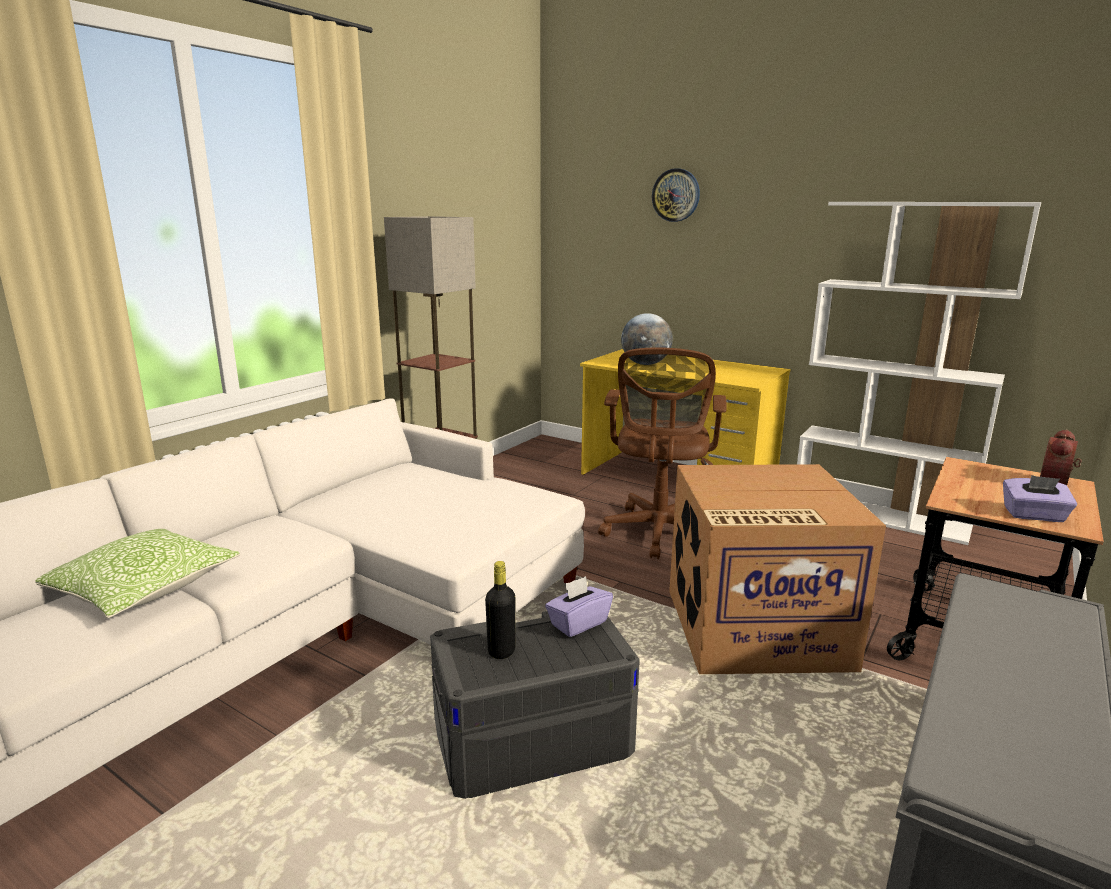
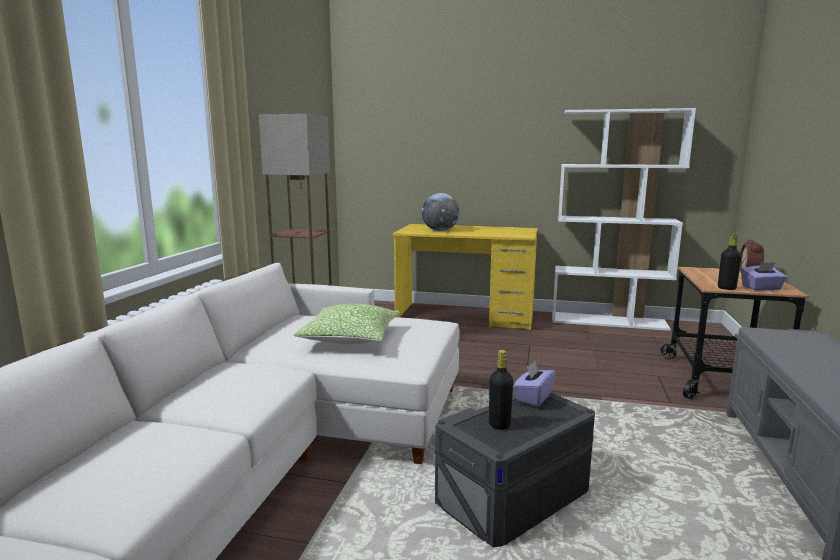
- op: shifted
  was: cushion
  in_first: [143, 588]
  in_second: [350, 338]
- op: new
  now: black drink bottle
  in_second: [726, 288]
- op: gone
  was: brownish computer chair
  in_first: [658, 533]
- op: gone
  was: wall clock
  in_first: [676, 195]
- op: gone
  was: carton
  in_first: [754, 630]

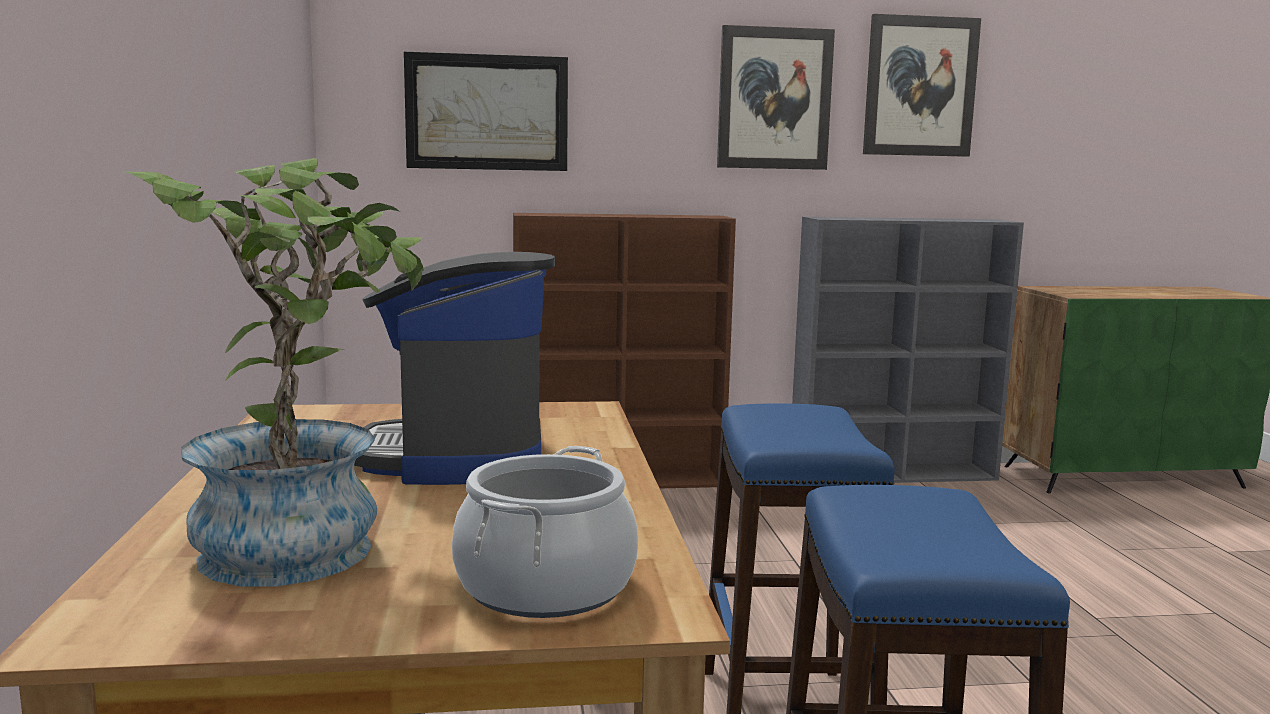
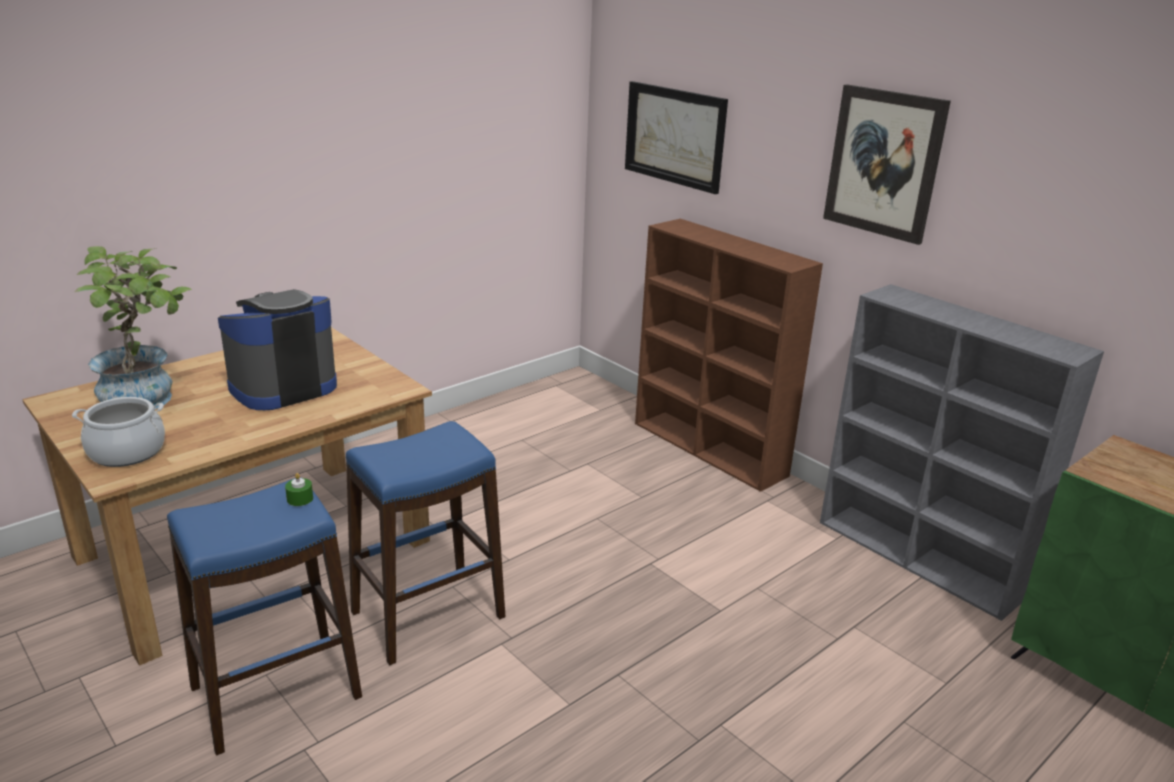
- op: new
  now: green-coloured candle
  in_second: [300, 499]
- op: gone
  was: picture
  in_first: [920, 87]

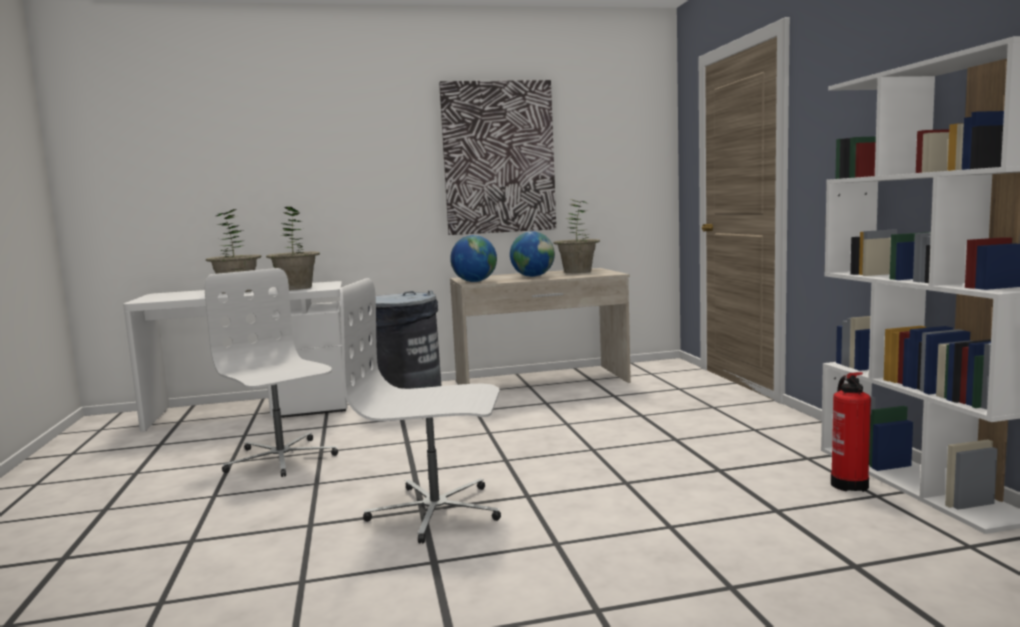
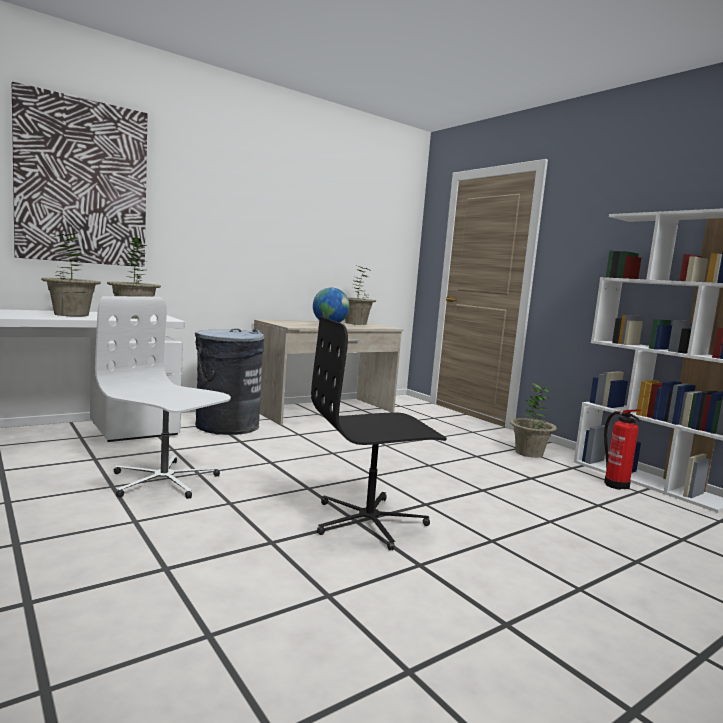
- op: shifted
  was: picture
  in_first: [498, 157]
  in_second: [83, 182]
- op: repainted
  was: white-coloured computer chair
  now: black computer chair
  in_first: [436, 511]
  in_second: [369, 522]
- op: new
  now: houseplant
  in_second: [529, 453]
- op: gone
  was: desk globe
  in_first: [474, 282]

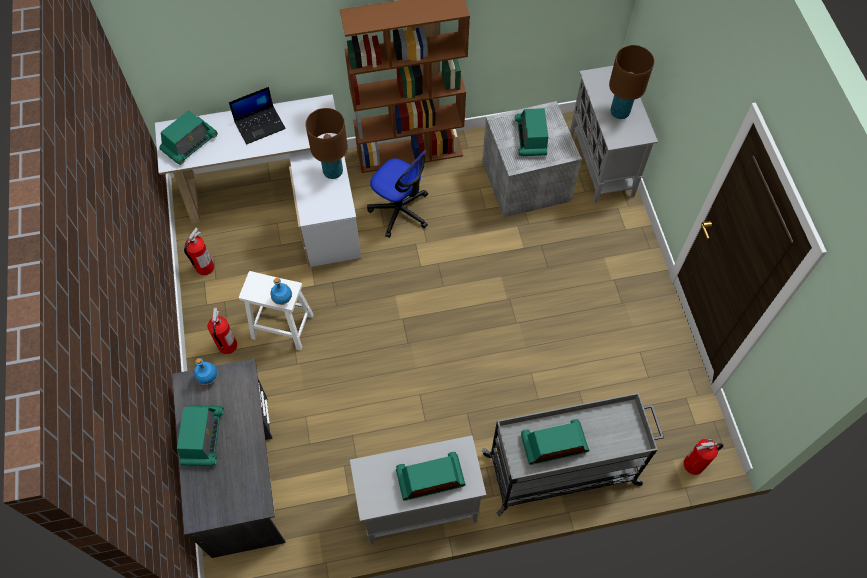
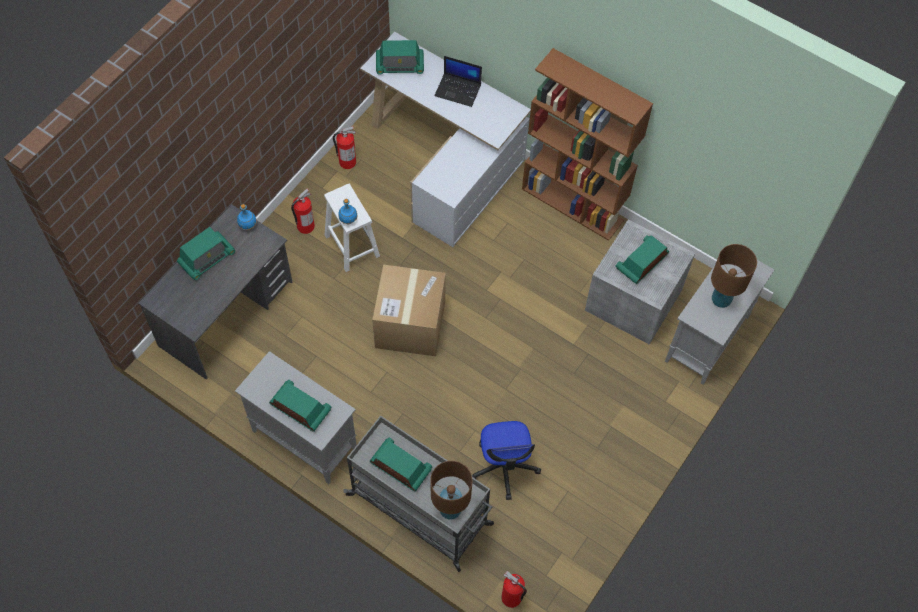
- op: new
  now: carton
  in_second: [410, 325]
- op: shifted
  was: brownish table lamp
  in_first: [333, 171]
  in_second: [450, 509]
- op: shifted
  was: computer chair
  in_first: [400, 211]
  in_second: [504, 467]

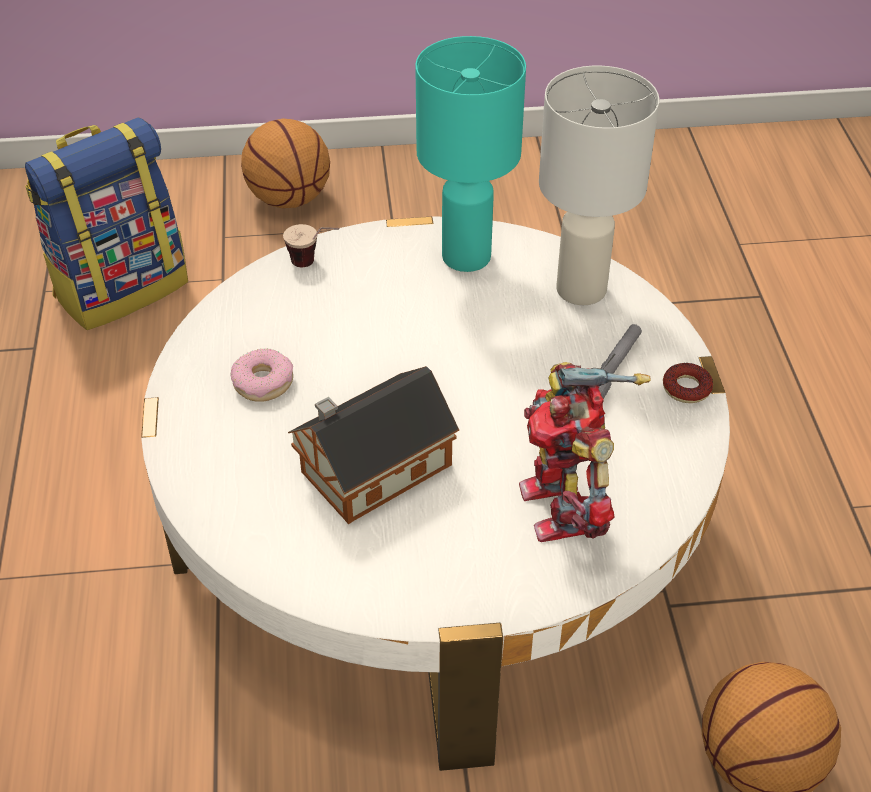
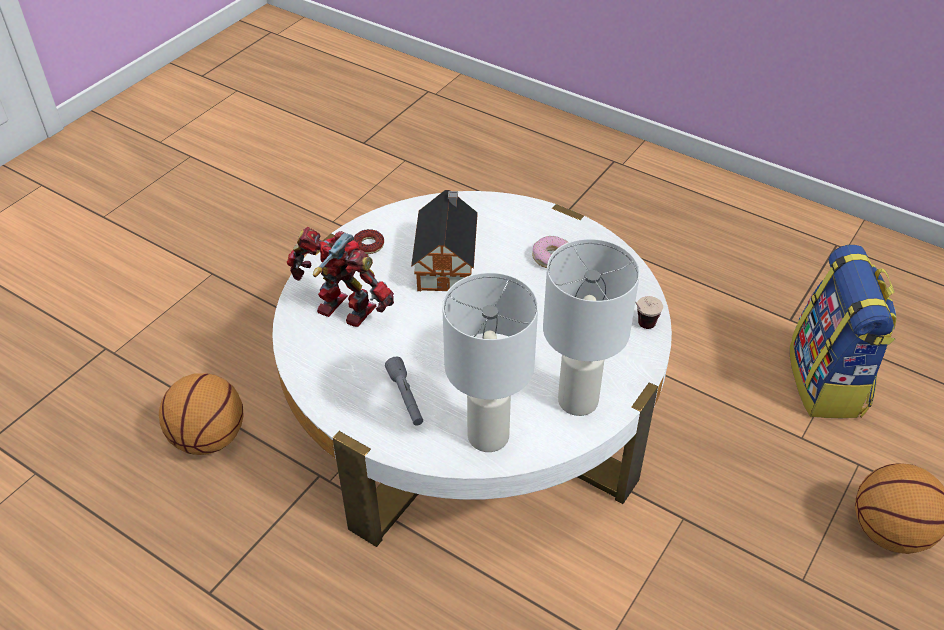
- op: shifted
  was: doughnut
  in_first: [686, 388]
  in_second: [368, 245]
- op: repainted
  was: blue-green table lamp
  now: white-coloured table lamp
  in_first: [468, 256]
  in_second: [577, 401]

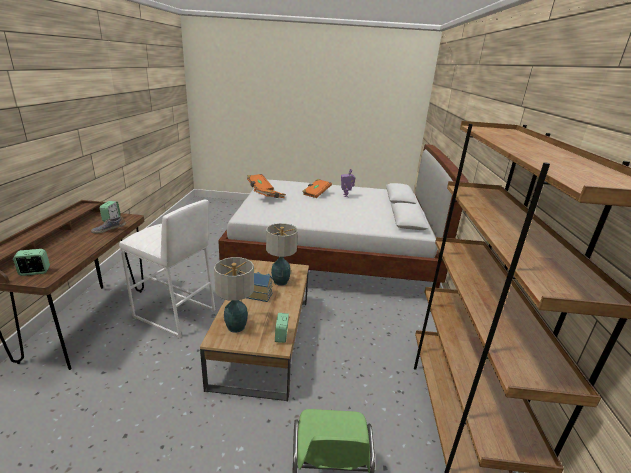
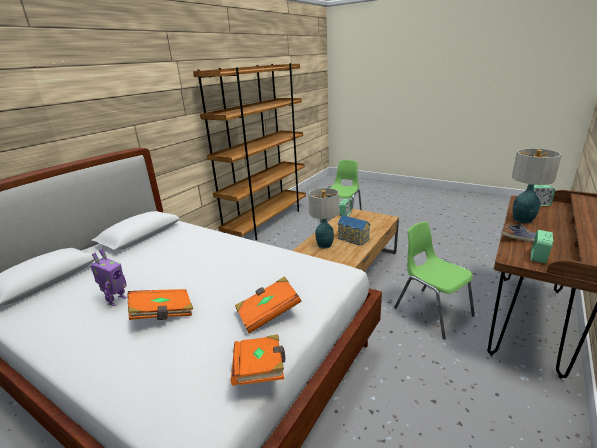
- op: swapped
  was: white-coloured stool
  now: green-coloured plain chair
  in_first: [174, 314]
  in_second: [432, 311]
- op: shifted
  was: table lamp
  in_first: [236, 327]
  in_second: [522, 219]

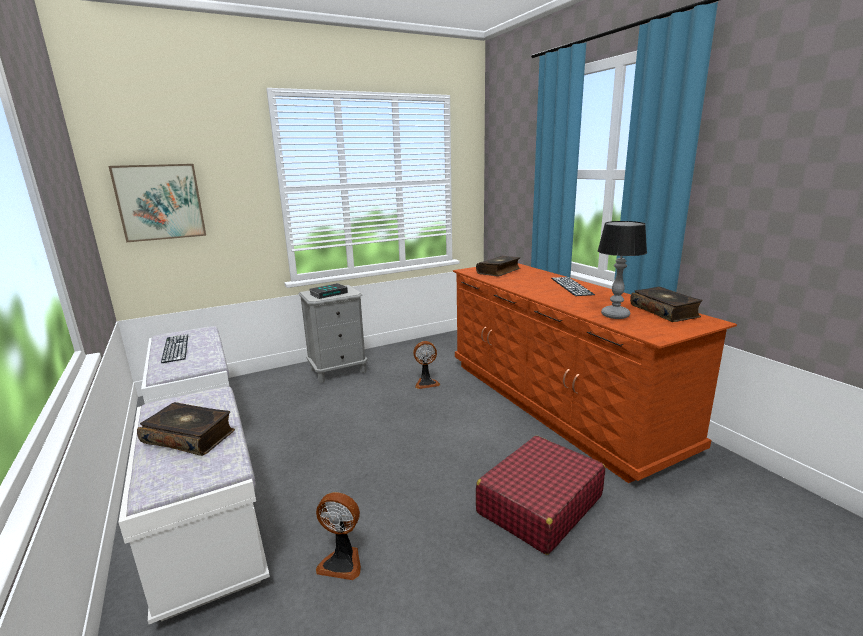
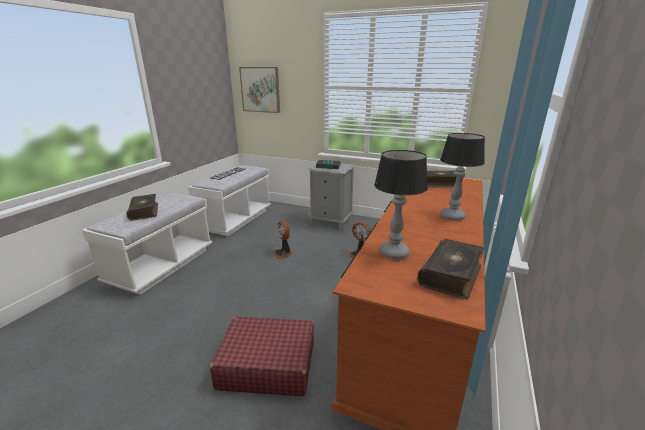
- op: shifted
  was: fan
  in_first: [342, 562]
  in_second: [283, 253]
- op: swapped
  was: PC keyboard
  now: table lamp
  in_first: [571, 286]
  in_second: [452, 216]

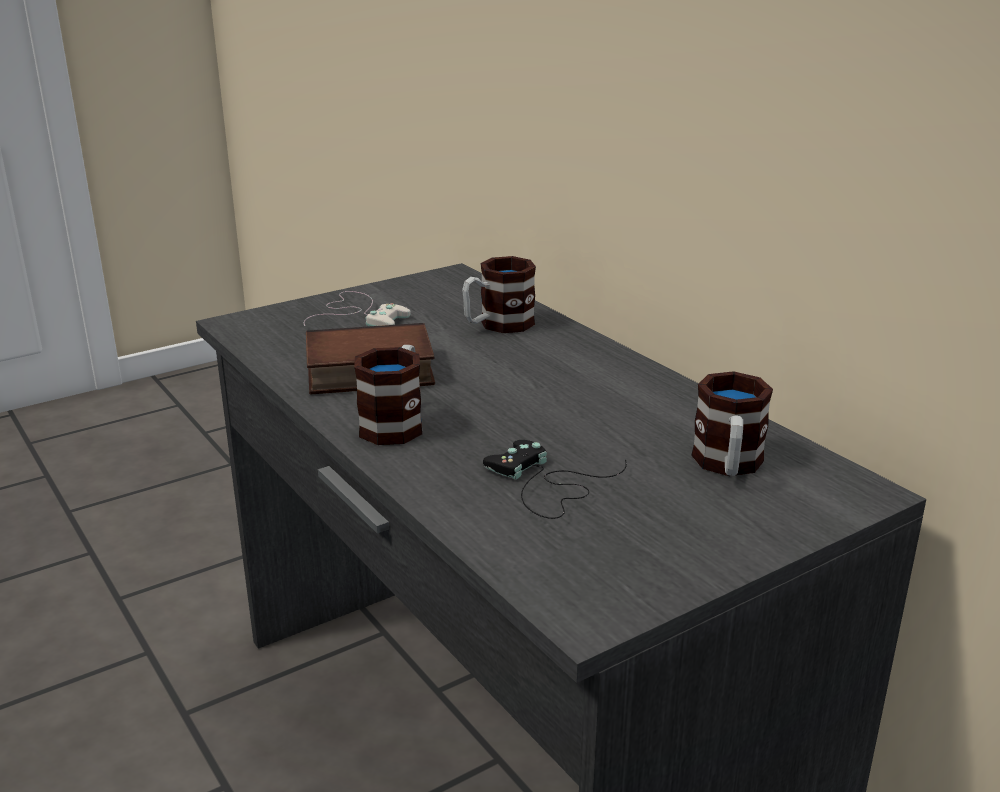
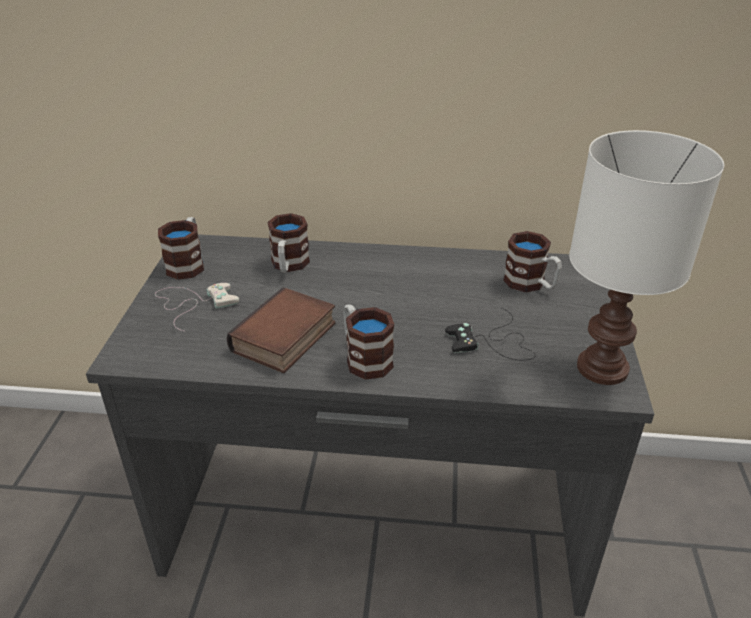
- op: new
  now: mug
  in_second: [188, 263]
- op: new
  now: white-coloured table lamp
  in_second: [600, 368]

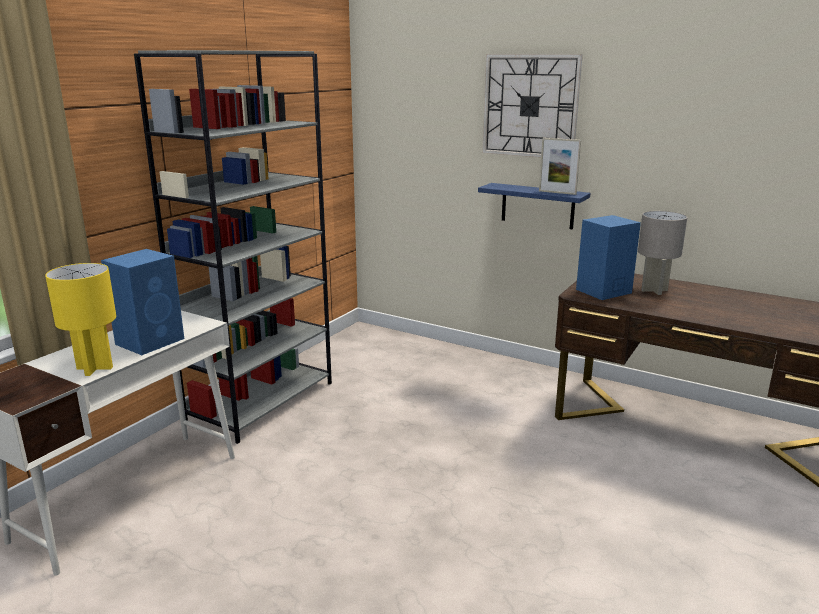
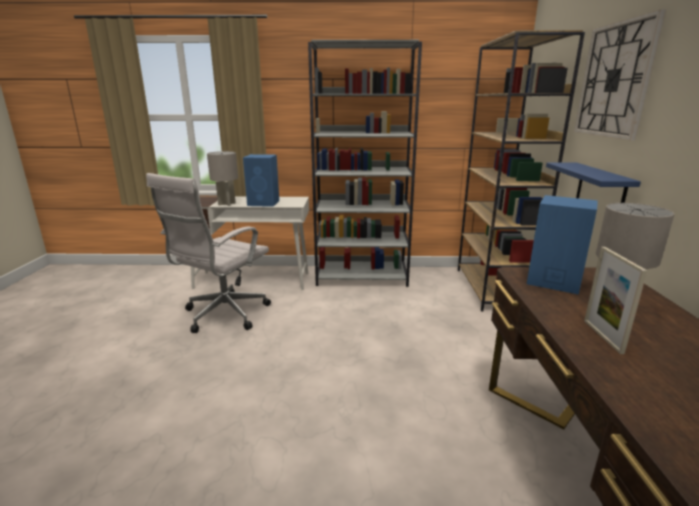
- op: new
  now: white-coloured computer chair
  in_second: [223, 315]
- op: repainted
  was: yellowish table lamp
  now: grey table lamp
  in_first: [95, 368]
  in_second: [227, 204]
- op: new
  now: brownish bookshelf
  in_second: [493, 289]
- op: shifted
  was: photo frame
  in_first: [557, 192]
  in_second: [602, 336]

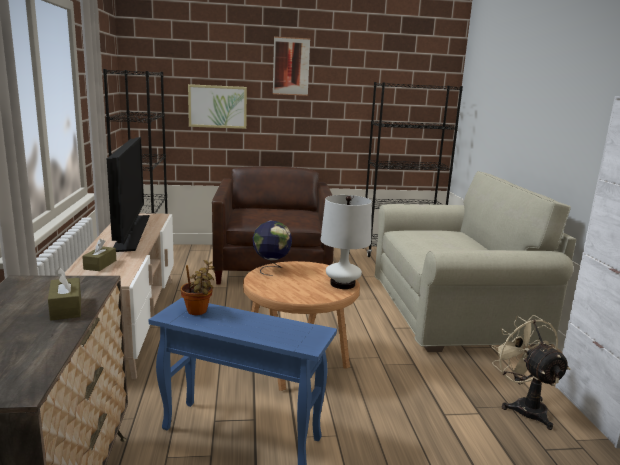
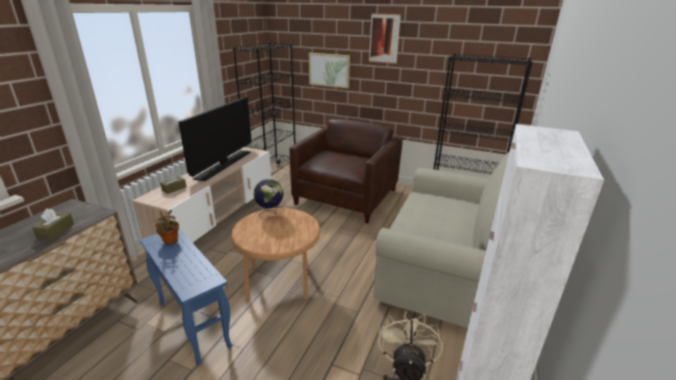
- op: gone
  was: white-coloured table lamp
  in_first: [342, 284]

